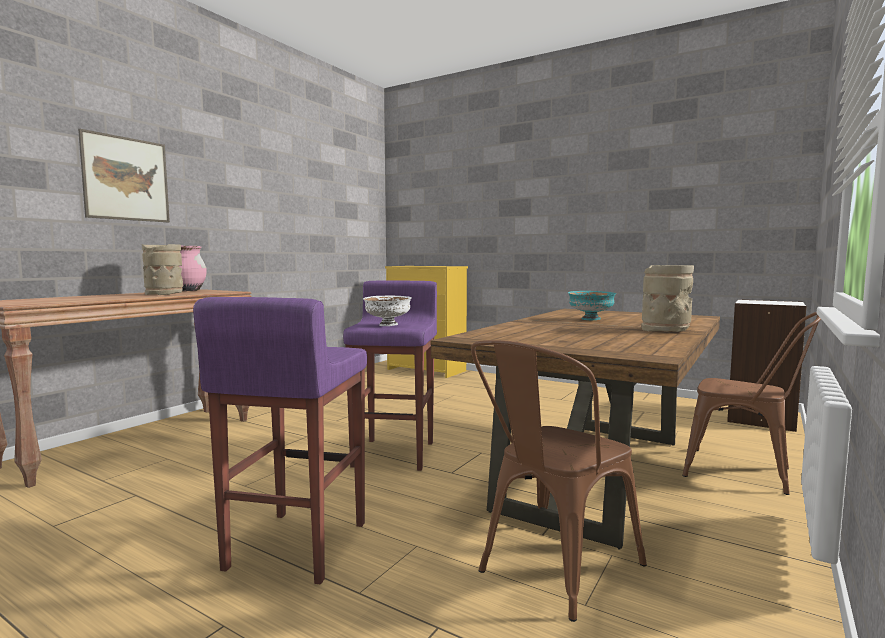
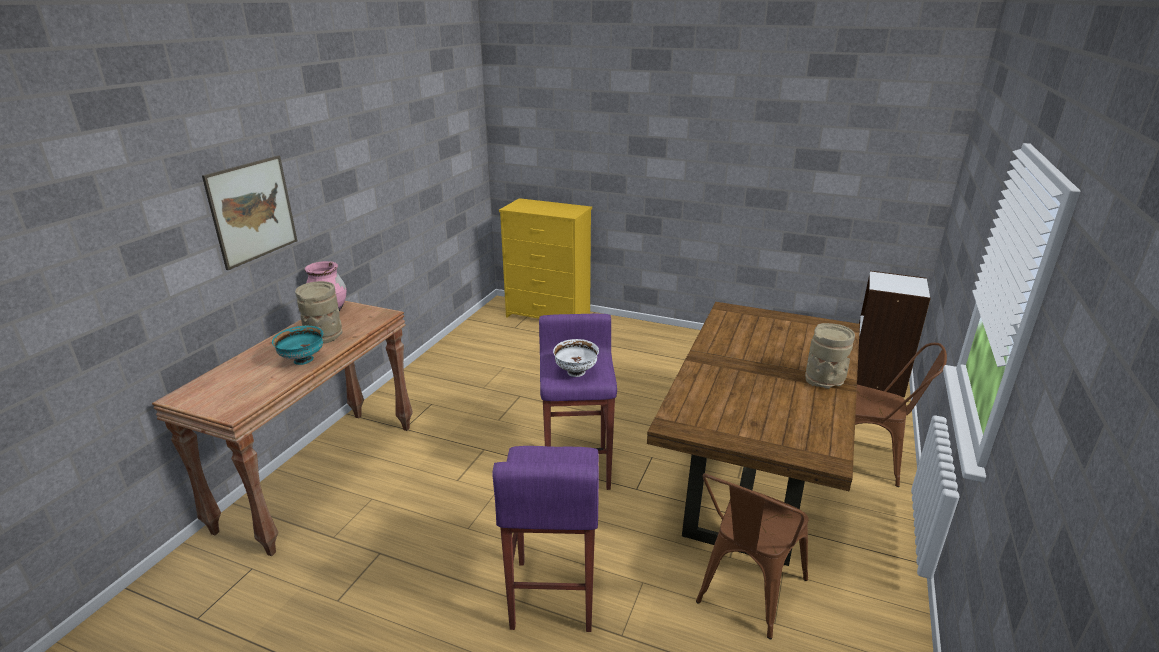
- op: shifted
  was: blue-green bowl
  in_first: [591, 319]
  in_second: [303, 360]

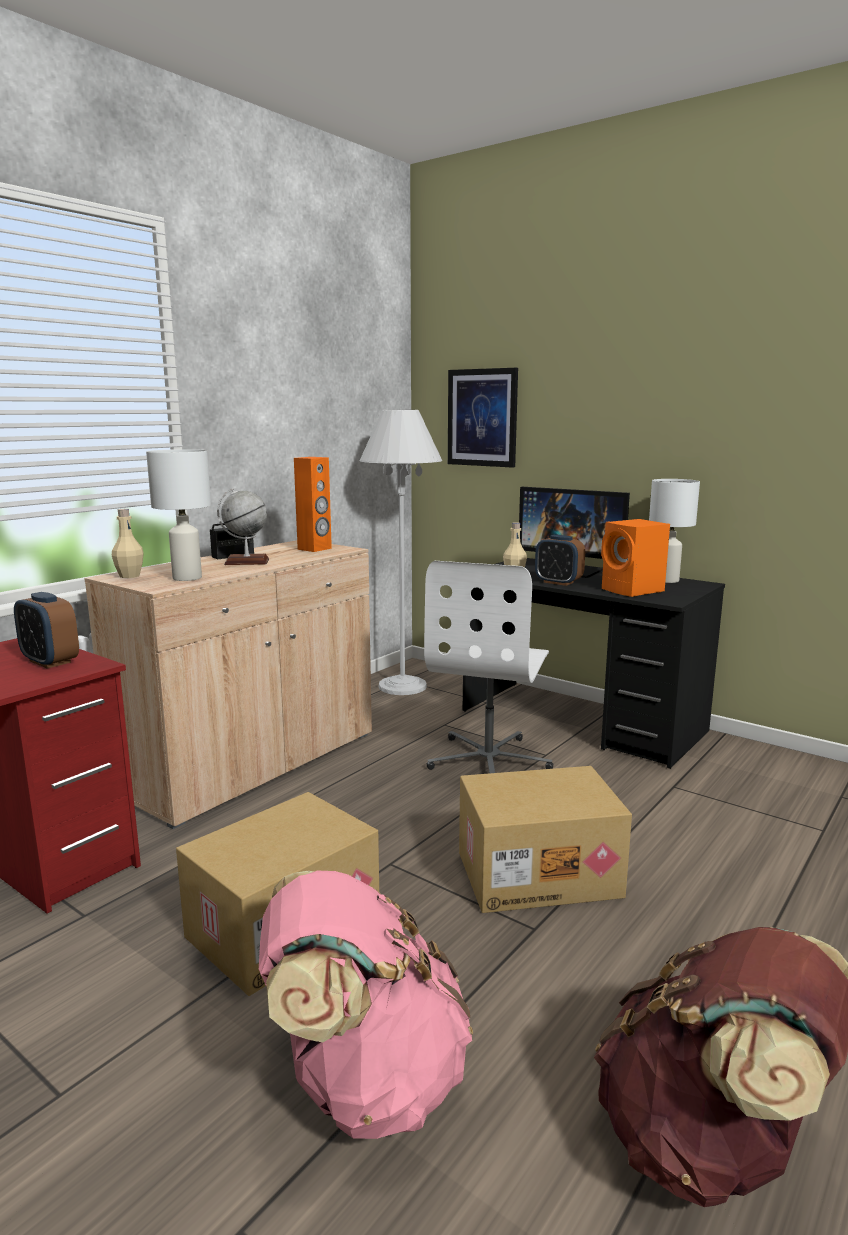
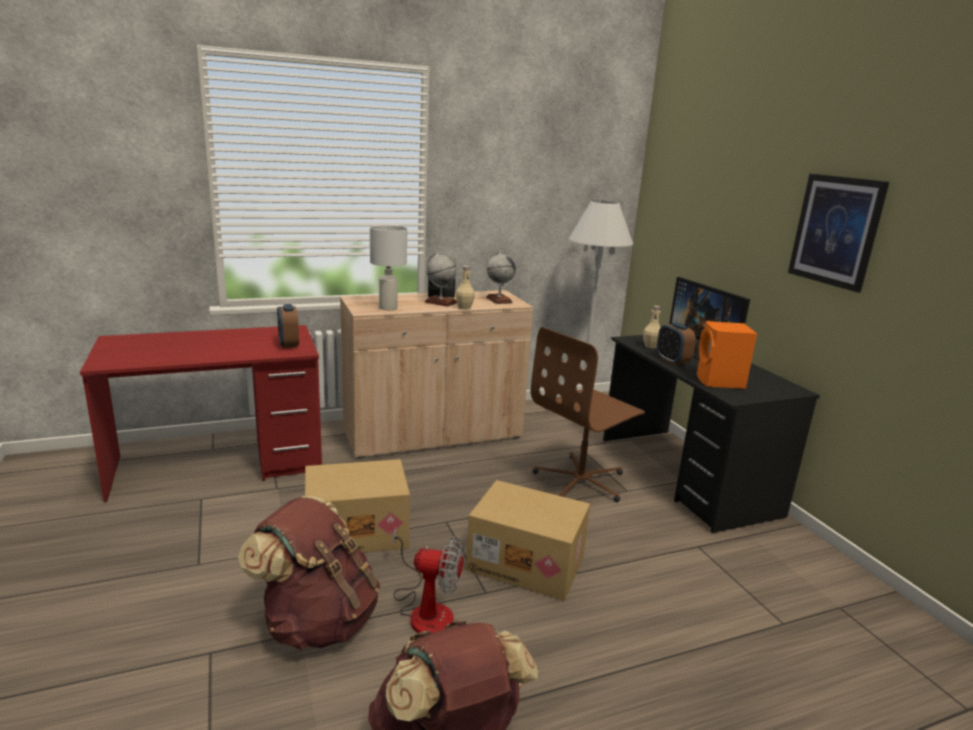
- op: repainted
  was: pink rucksack
  now: brownish rucksack
  in_first: [365, 1080]
  in_second: [317, 621]
- op: new
  now: fan
  in_second: [425, 609]
- op: shifted
  was: beige drink bottle
  in_first: [129, 576]
  in_second: [464, 308]
- op: swapped
  was: orange-coloured loudspeaker
  now: desk globe
  in_first: [315, 549]
  in_second: [499, 300]
- op: repainted
  was: white-coloured computer chair
  now: brownish computer chair
  in_first: [489, 760]
  in_second: [581, 481]
- op: shifted
  was: picture
  in_first: [482, 418]
  in_second: [836, 231]
- op: gone
  was: white-coloured table lamp
  in_first: [667, 580]

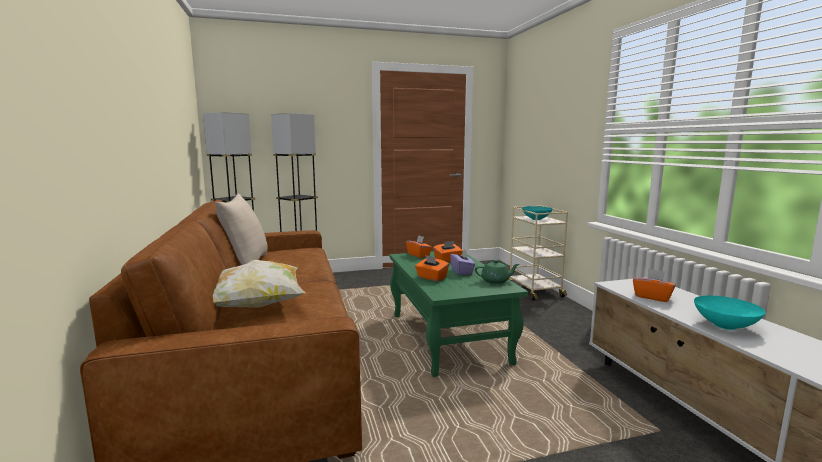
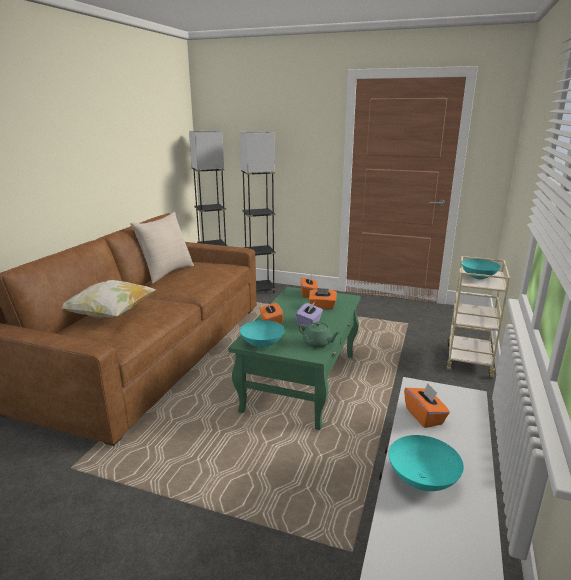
- op: new
  now: blue-green bowl
  in_second: [261, 344]

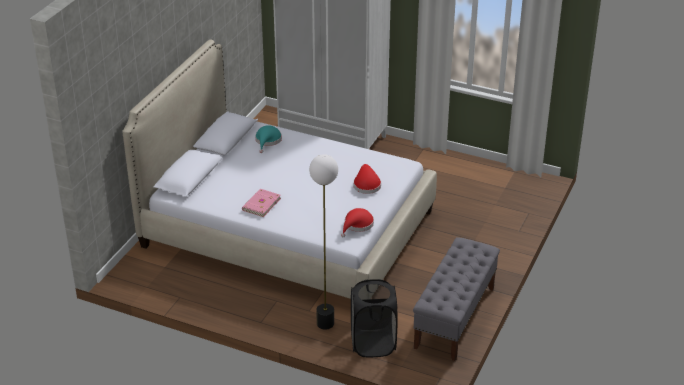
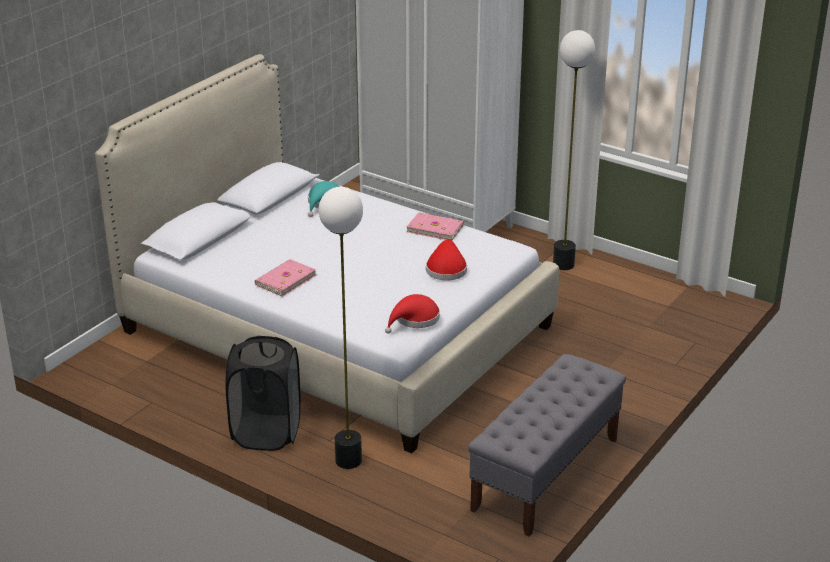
- op: shifted
  was: black laundry basket
  in_first: [373, 344]
  in_second: [266, 433]
- op: new
  now: pink book
  in_second: [435, 228]
- op: new
  now: standard lamp
  in_second: [563, 265]

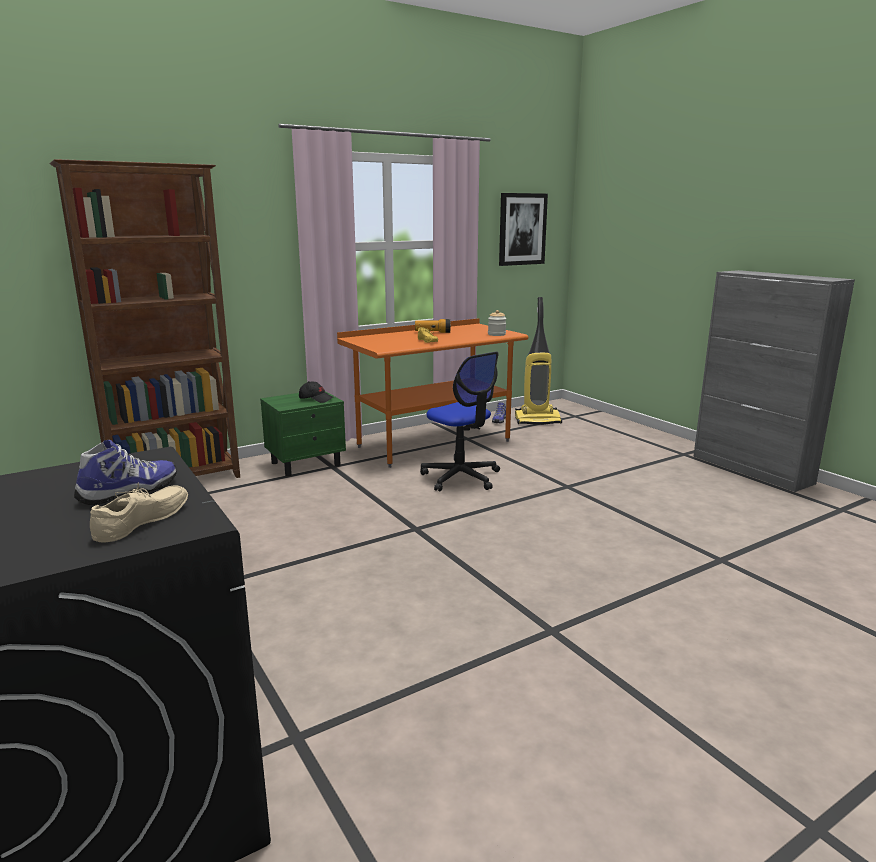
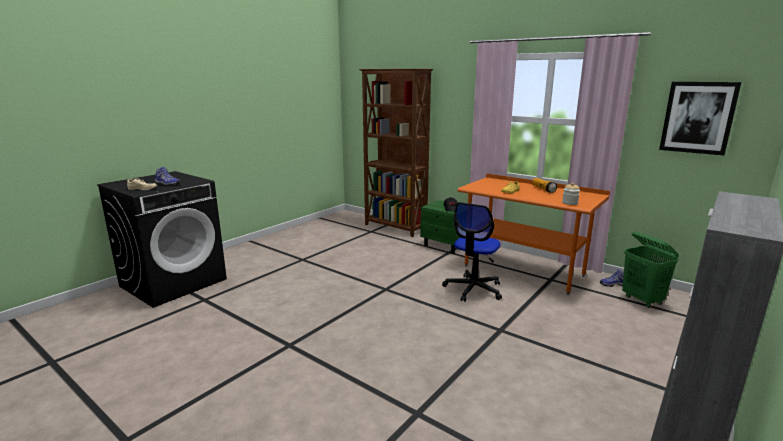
- op: swapped
  was: vacuum cleaner
  now: green-coloured laundry basket
  in_first: [538, 420]
  in_second: [642, 300]

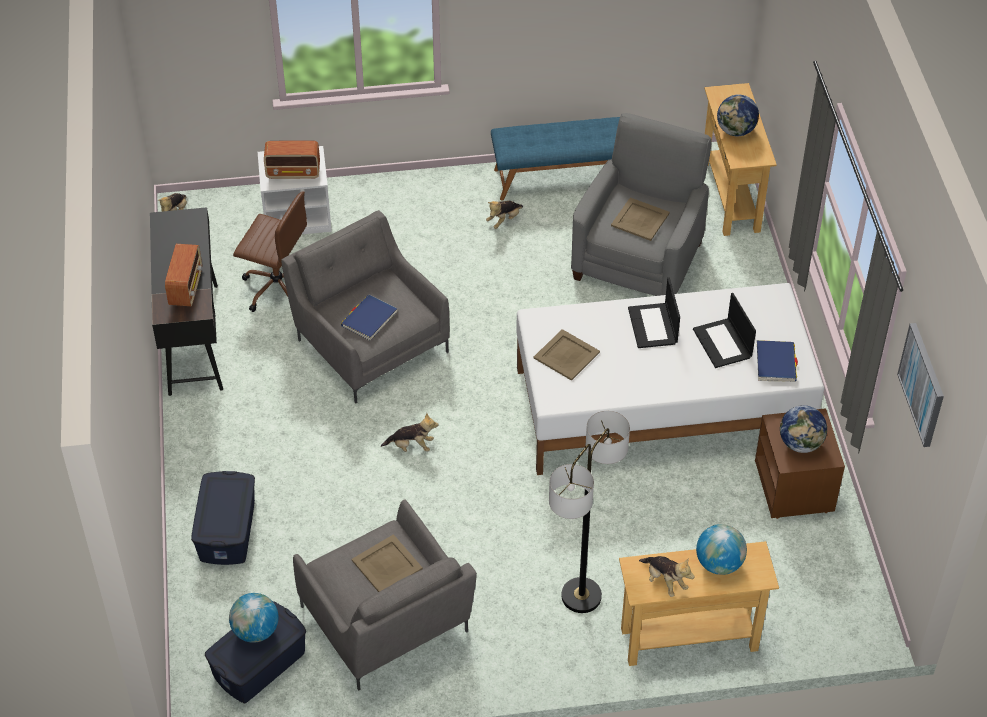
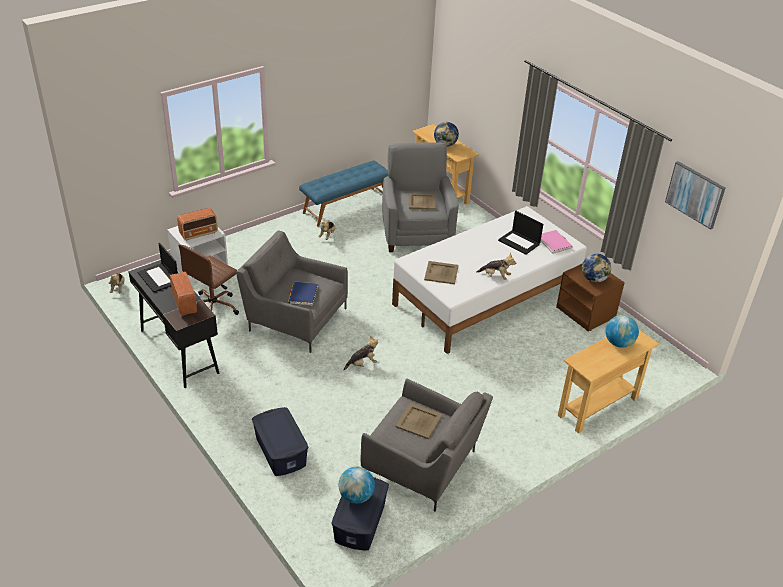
- op: shifted
  was: laptop
  in_first: [653, 326]
  in_second: [159, 278]
- op: rotated
  was: brownish computer chair
  in_first: [276, 287]
  in_second: [214, 307]
  clockwise: 135
- op: shifted
  was: plush toy
  in_first: [665, 581]
  in_second: [495, 276]
- op: repainted
  was: blue book
  now: pink book
  in_first: [775, 363]
  in_second: [554, 243]
- op: gone
  was: standard lamp
  in_first: [581, 596]

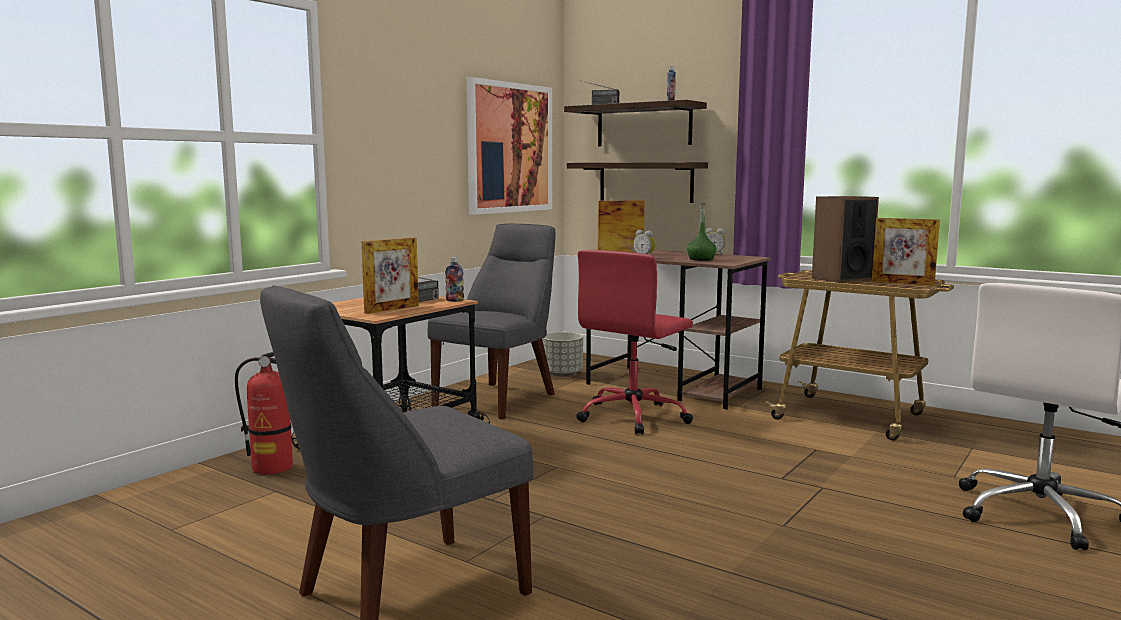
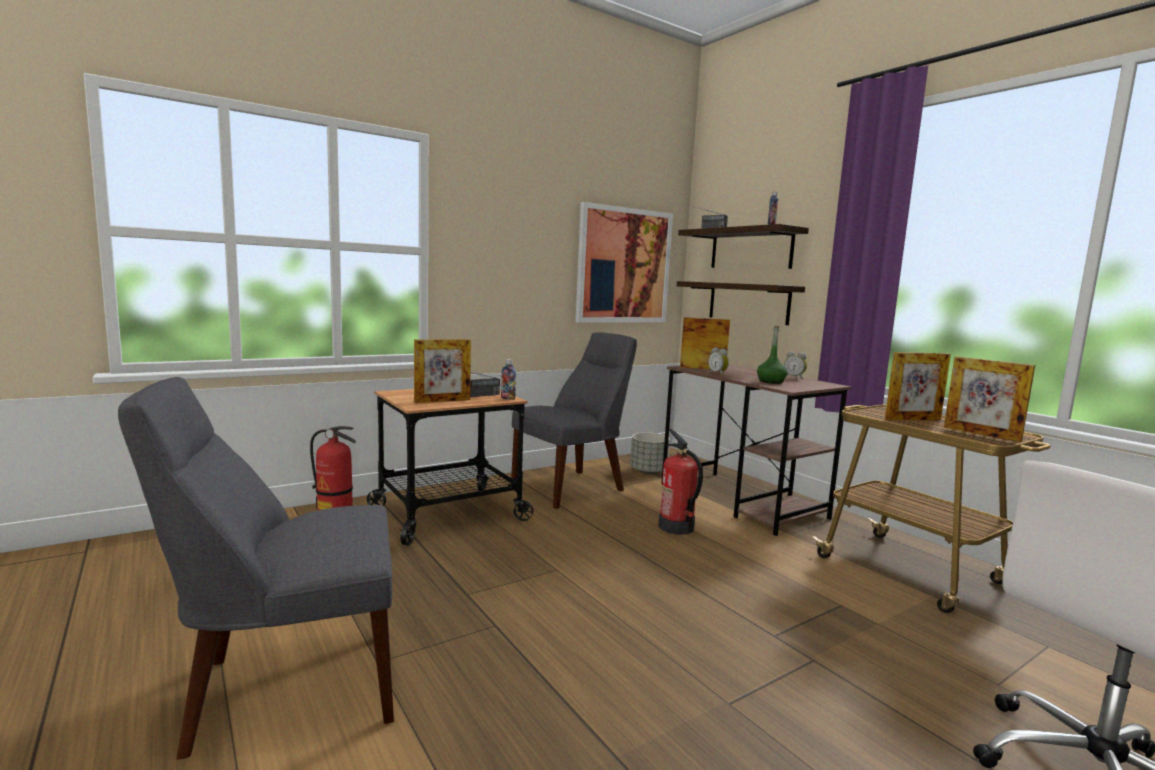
- op: swapped
  was: red-coloured computer chair
  now: fire-fighting cylinder
  in_first: [634, 416]
  in_second: [676, 527]
- op: swapped
  was: loudspeaker
  now: photo frame
  in_first: [841, 278]
  in_second: [912, 419]

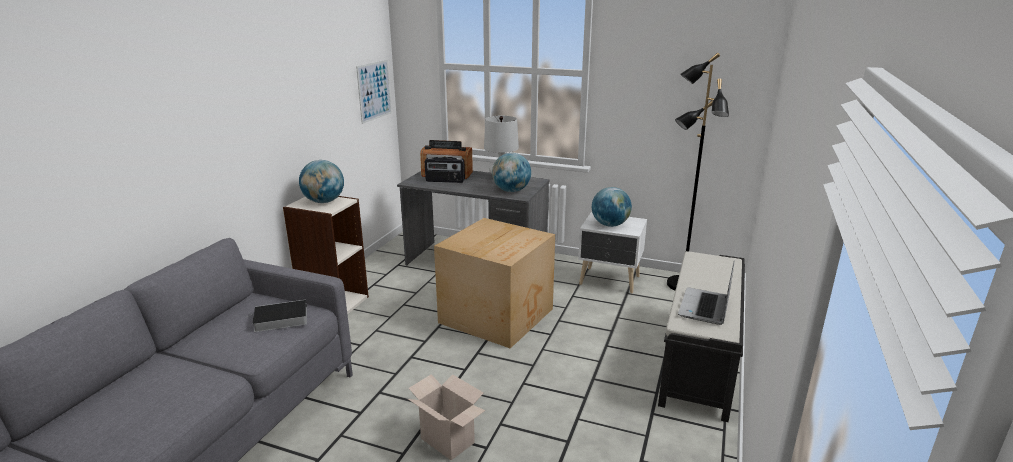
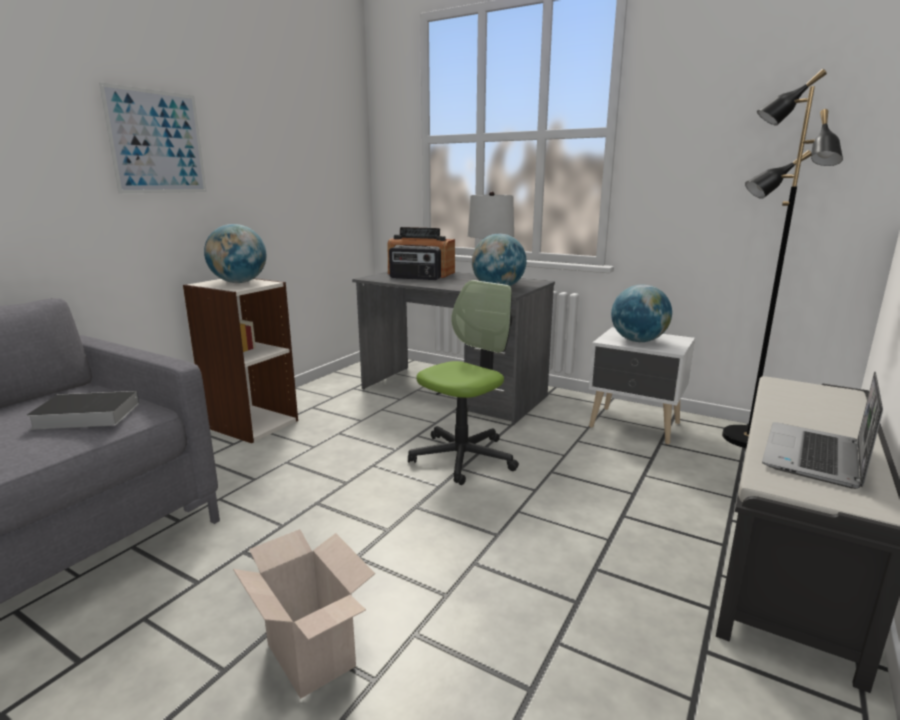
- op: shifted
  was: picture
  in_first: [374, 91]
  in_second: [157, 142]
- op: swapped
  was: carton
  now: computer chair
  in_first: [498, 315]
  in_second: [463, 457]

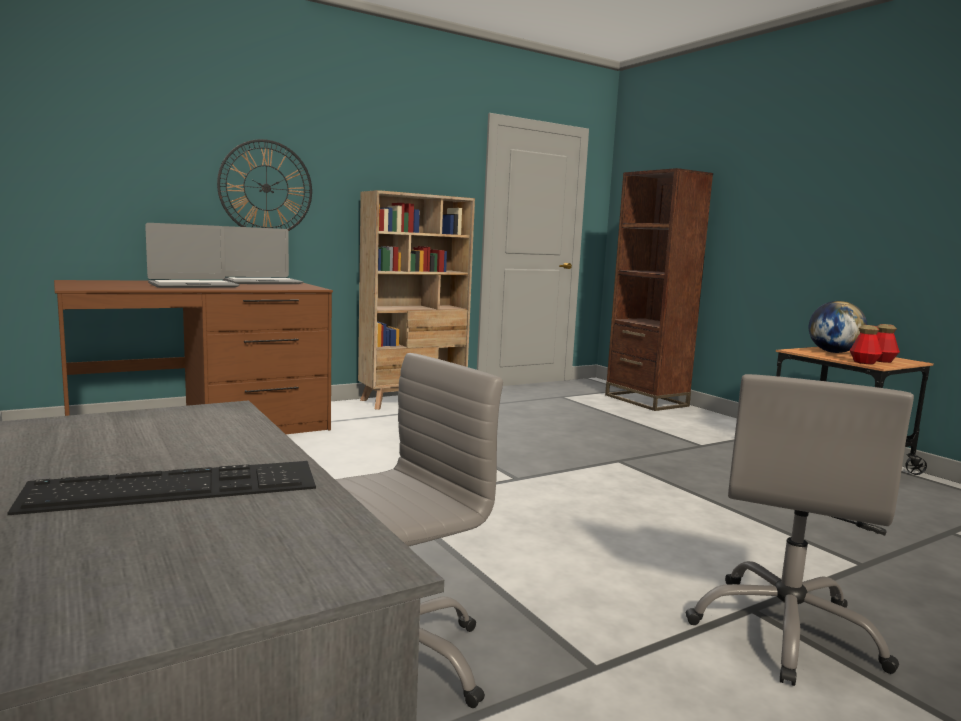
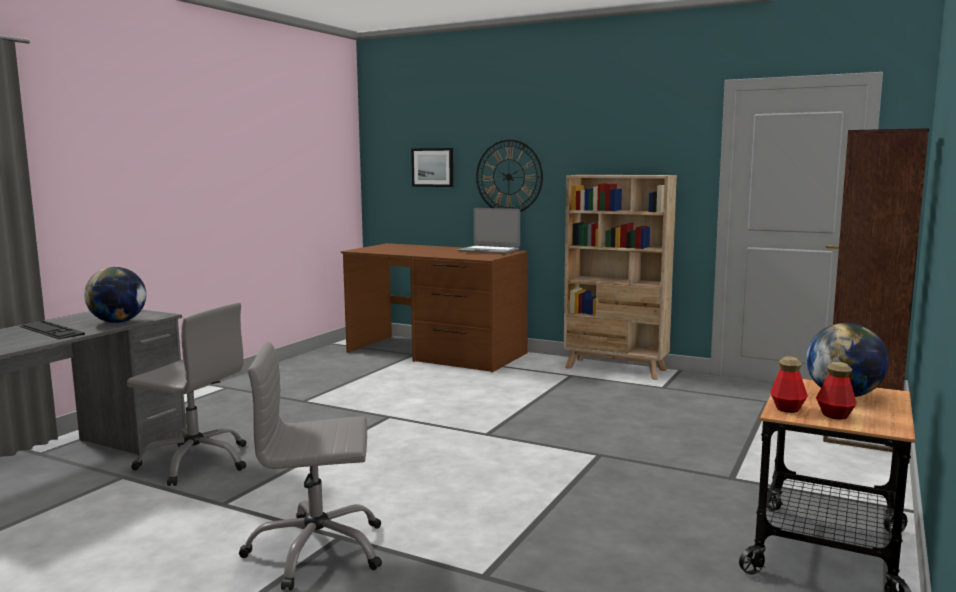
- op: new
  now: desk globe
  in_second: [118, 322]
- op: new
  now: picture
  in_second: [433, 167]
- op: gone
  was: laptop
  in_first: [193, 285]

